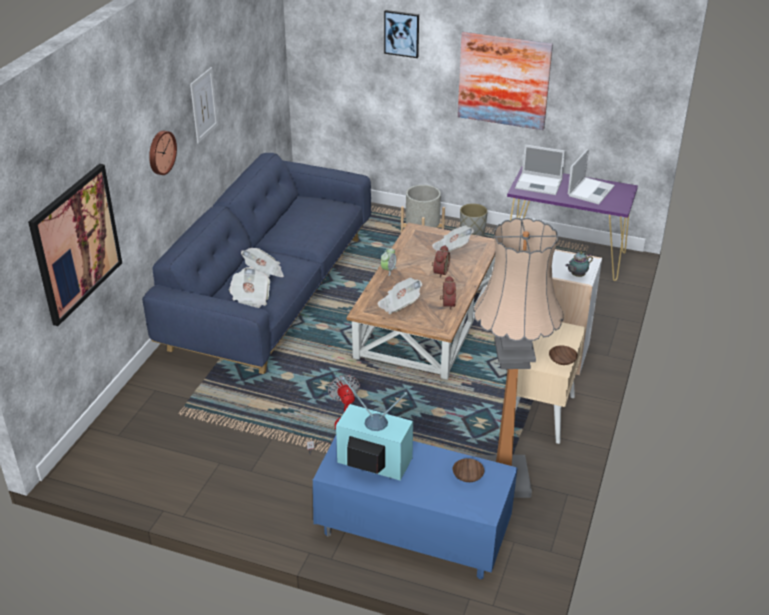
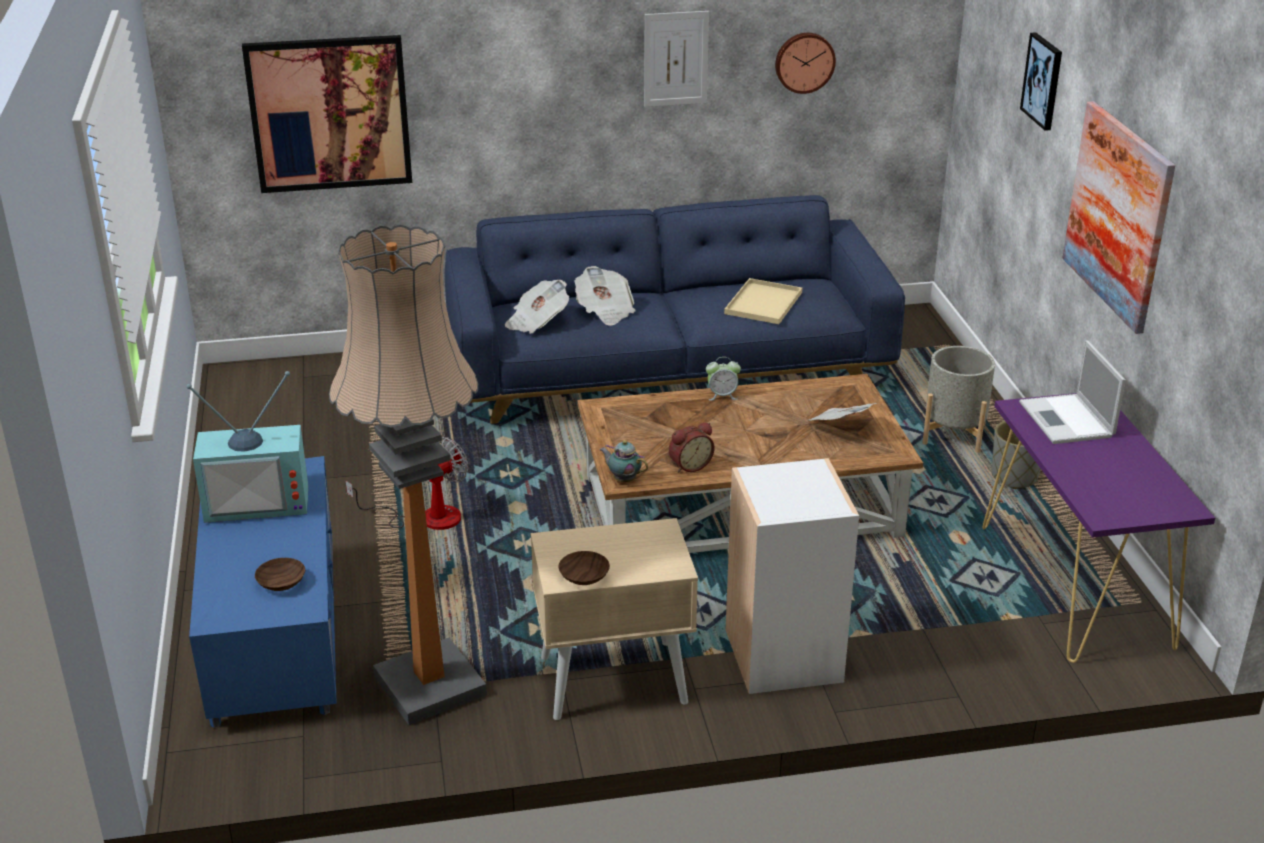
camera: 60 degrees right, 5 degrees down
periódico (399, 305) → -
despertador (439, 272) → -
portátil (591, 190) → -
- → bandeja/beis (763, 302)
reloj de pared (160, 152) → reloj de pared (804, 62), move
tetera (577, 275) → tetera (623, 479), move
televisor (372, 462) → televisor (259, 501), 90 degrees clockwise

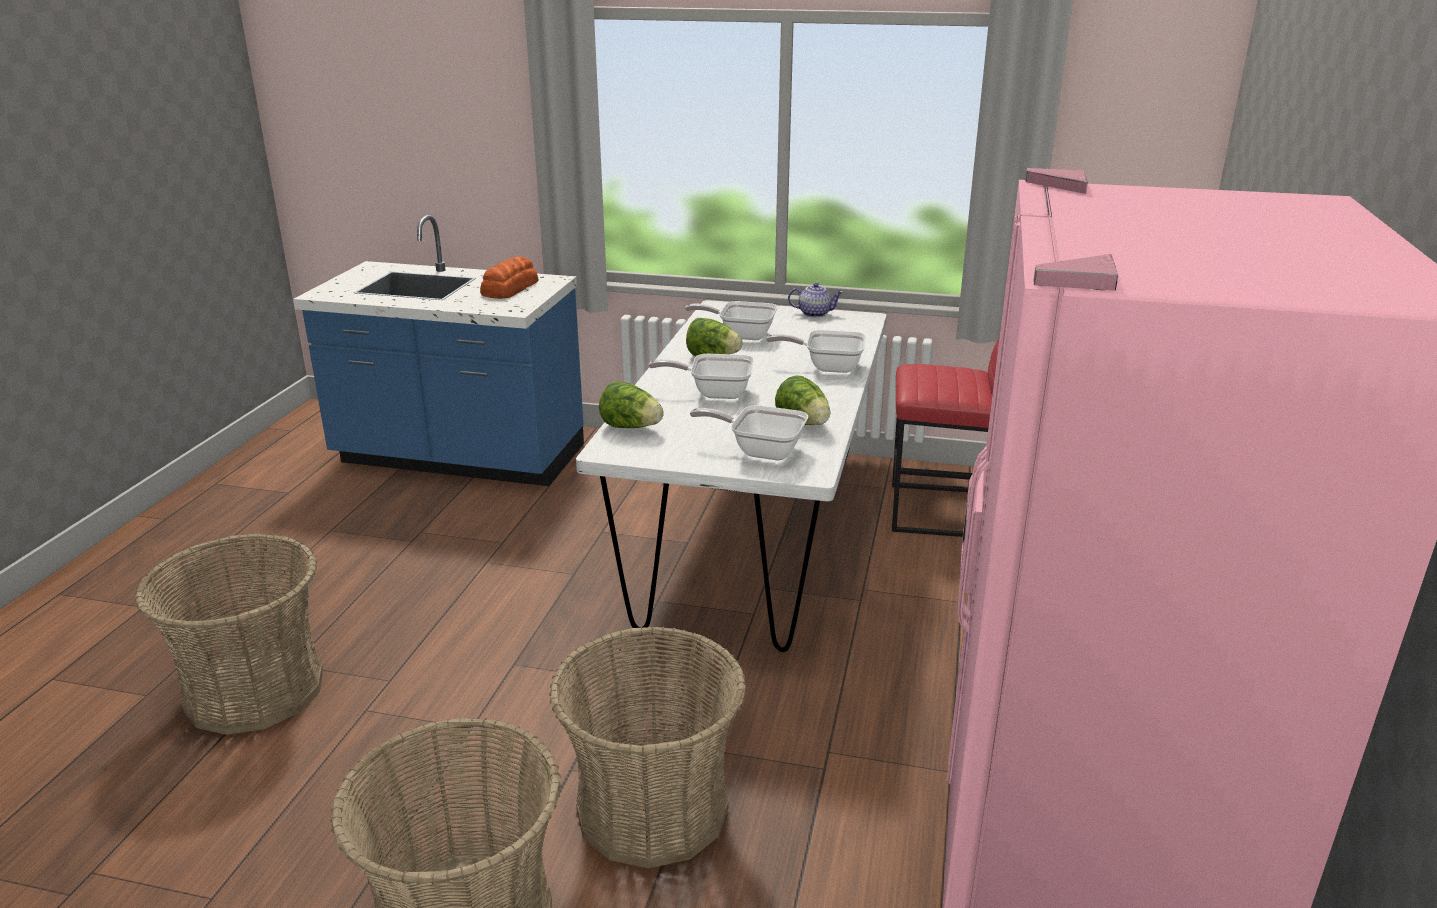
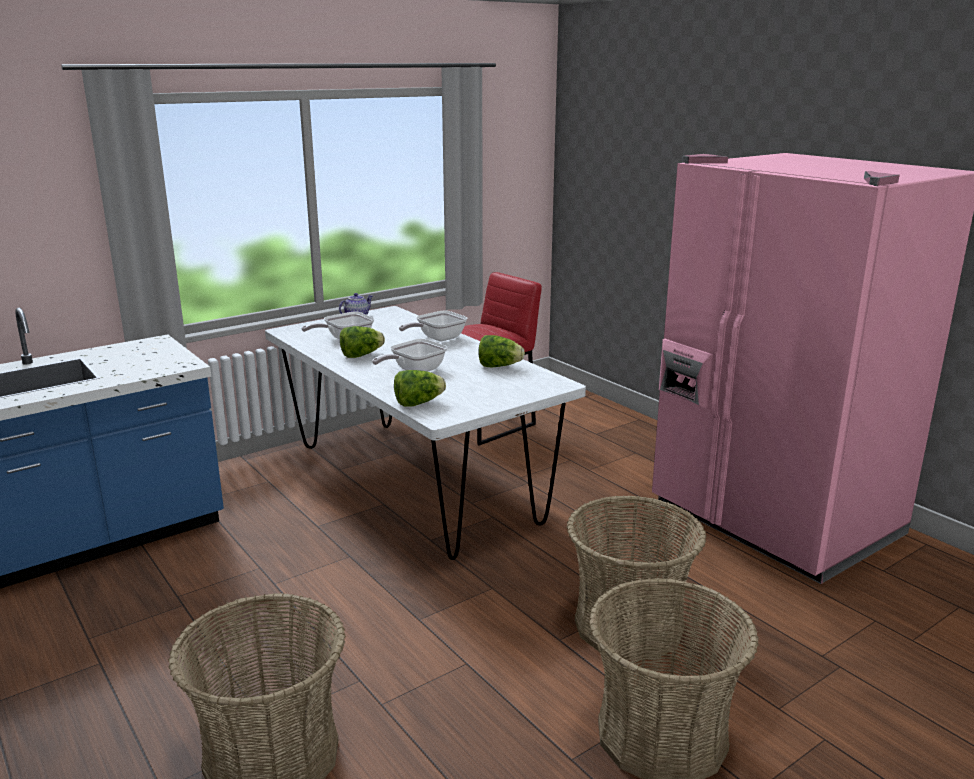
camera: 50 degrees left, 5 degrees down
pan (509, 288) → -
sartén (760, 450) → -

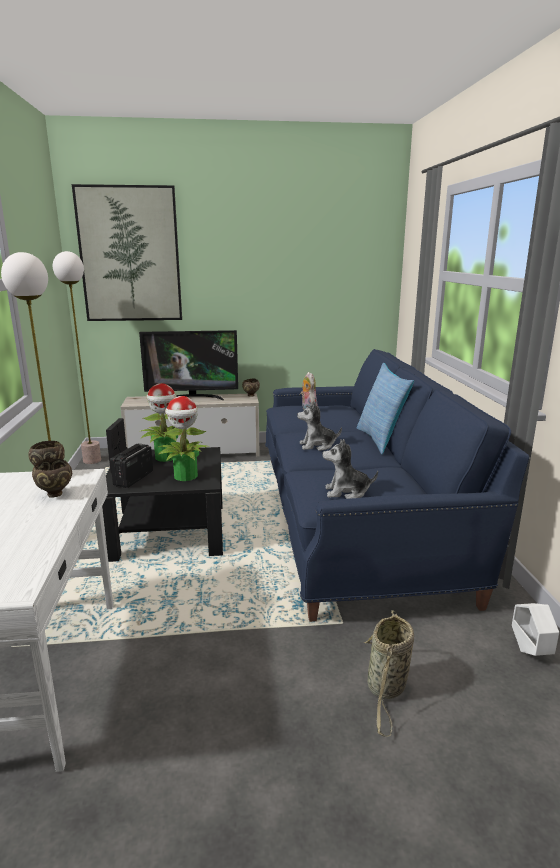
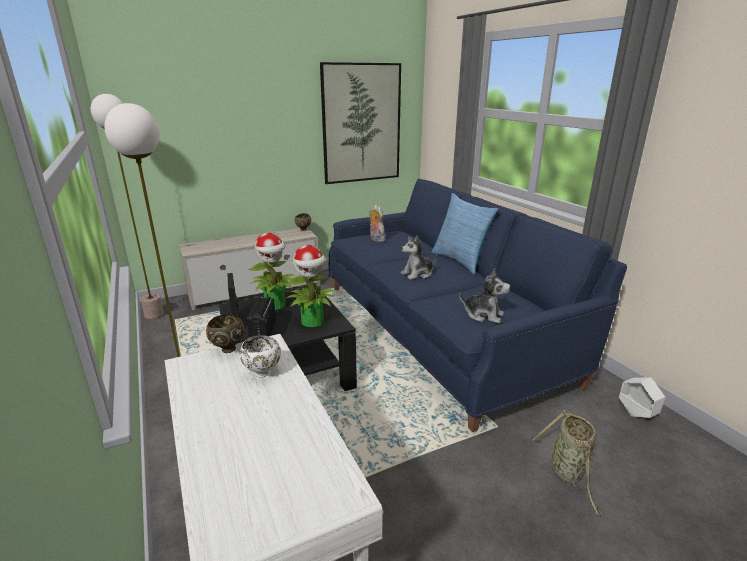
camera: 20 degrees left, 5 degrees up
televisor (192, 398) → -
cuadro (130, 255) → cuadro (361, 124), move
cuenco/marrón (55, 494) → cuenco/blanco (263, 373)
peluche (346, 492) → peluche (483, 315), 135 degrees counterclockwise

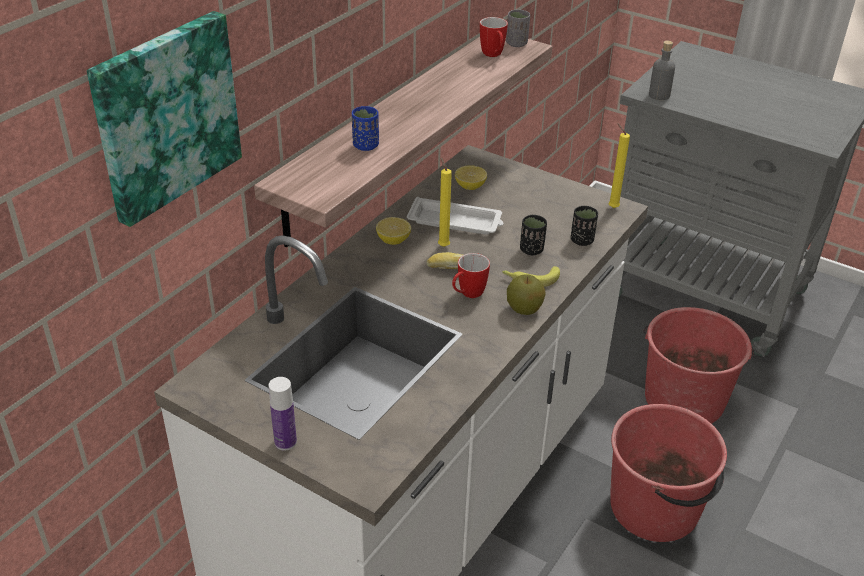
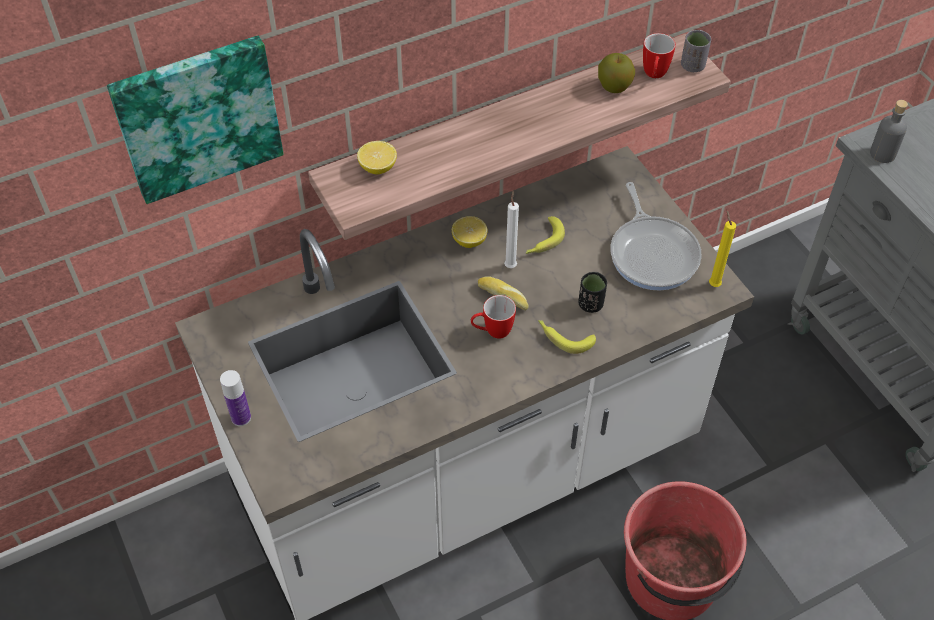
camera: 30 degrees right, 15 degrees up
taza/azul (365, 146) → -
taza/negro (582, 240) → -
cubo/rojo (684, 399) → -
- → sartén (653, 253)
limón (470, 187) → limón (378, 168), move
manzana (524, 309) → manzana (614, 87), move
bandeja/blanco (456, 222) → plátano (543, 241)
vela/amarillo (442, 245) → vela/blanco (510, 265)

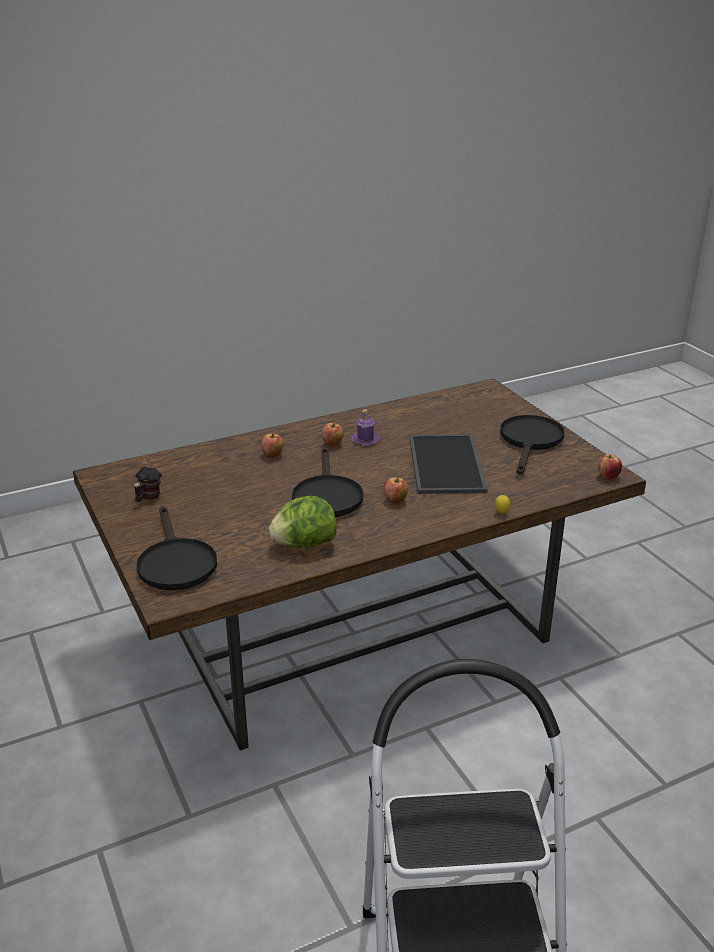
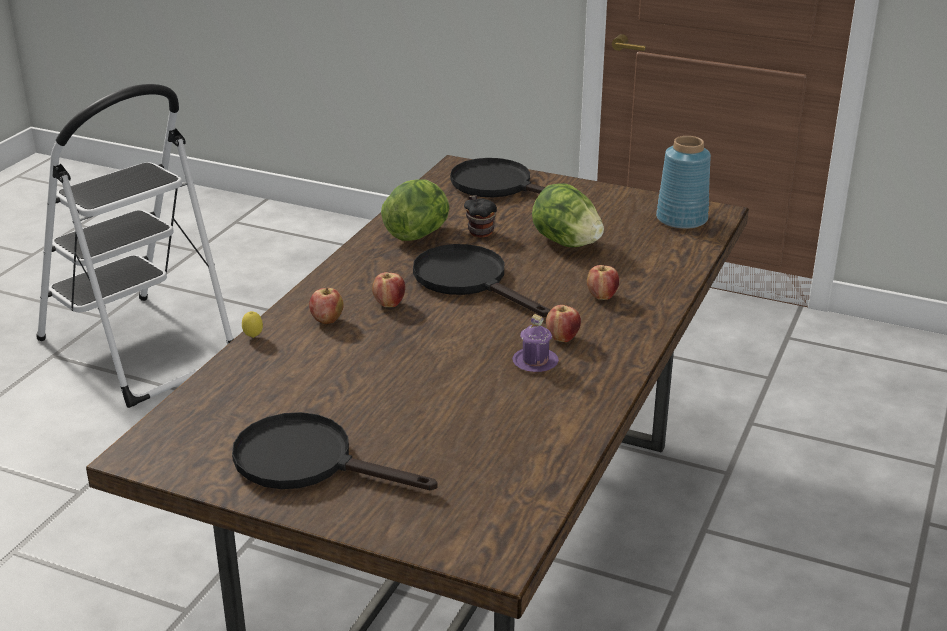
camera: 140 degrees right, 0 degrees up
bandeja (448, 464) → -
- → lechuga (566, 242)
- → florero/azul (682, 219)
taza grande (147, 498) → taza grande (479, 230), move
manzana (608, 477) → manzana (327, 320), move
sartén/negro (530, 441) → sartén/negro (309, 462), 135 degrees clockwise

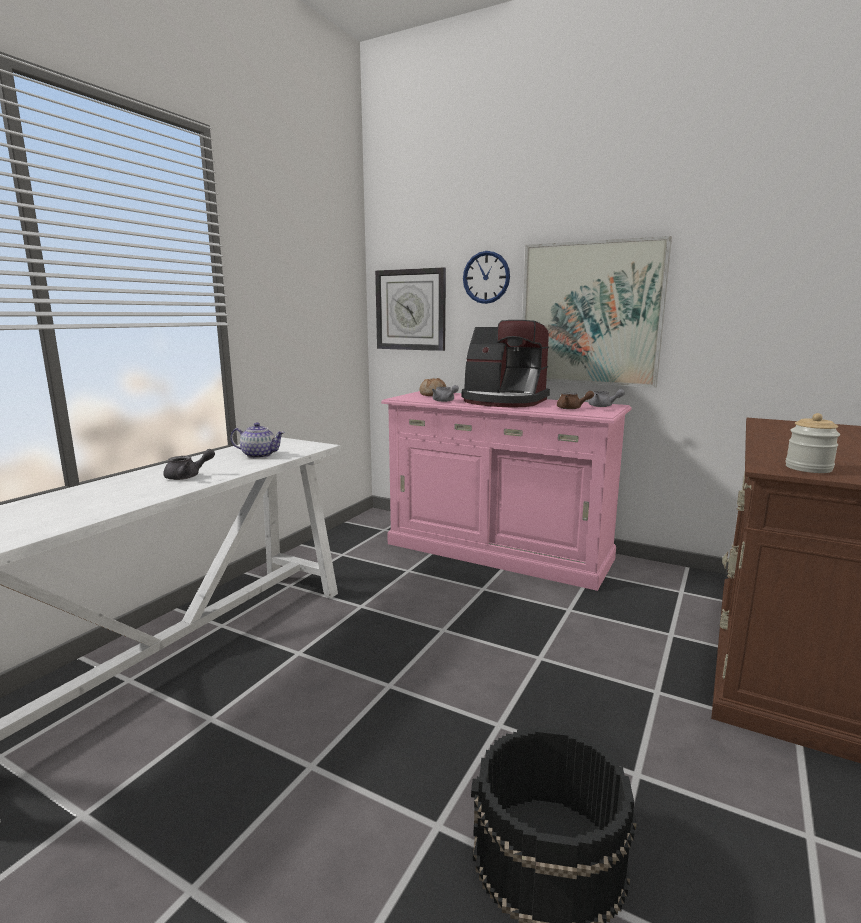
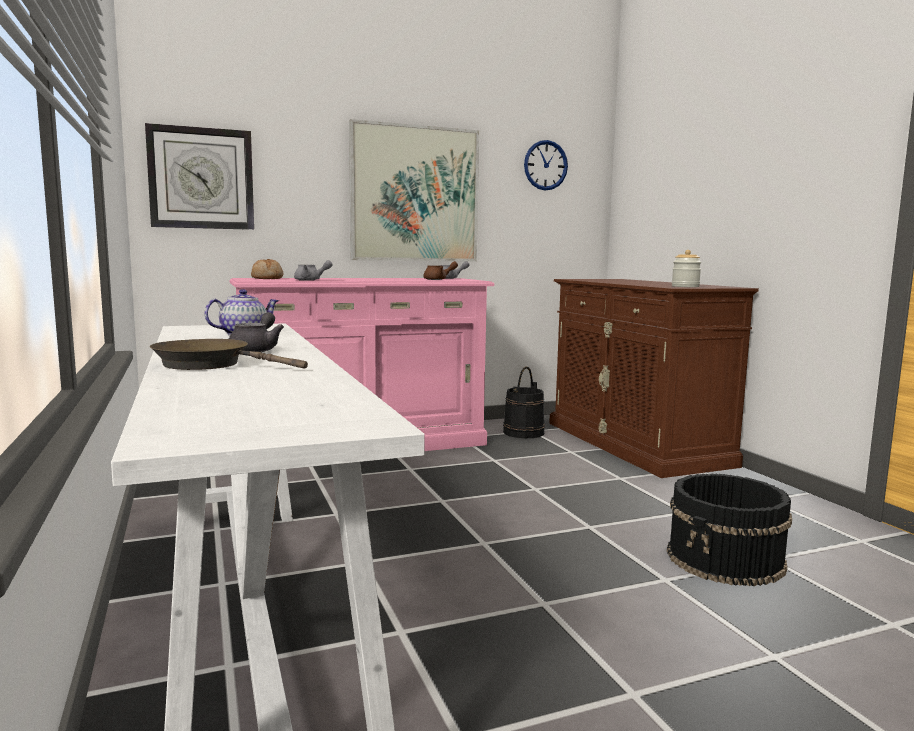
camera: 50 degrees left, 5 degrees down
cafetera (503, 401) → -
- → sartén/marrón (209, 364)
- → cubo/negro (523, 432)
reloj de pared (486, 277) → reloj de pared (545, 165), move

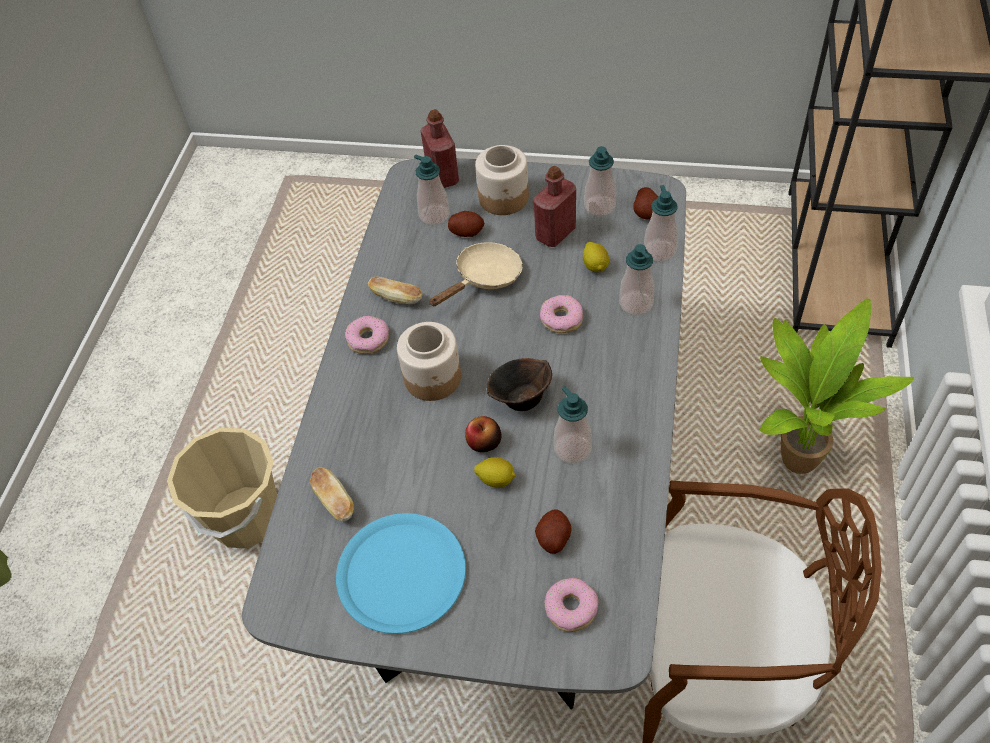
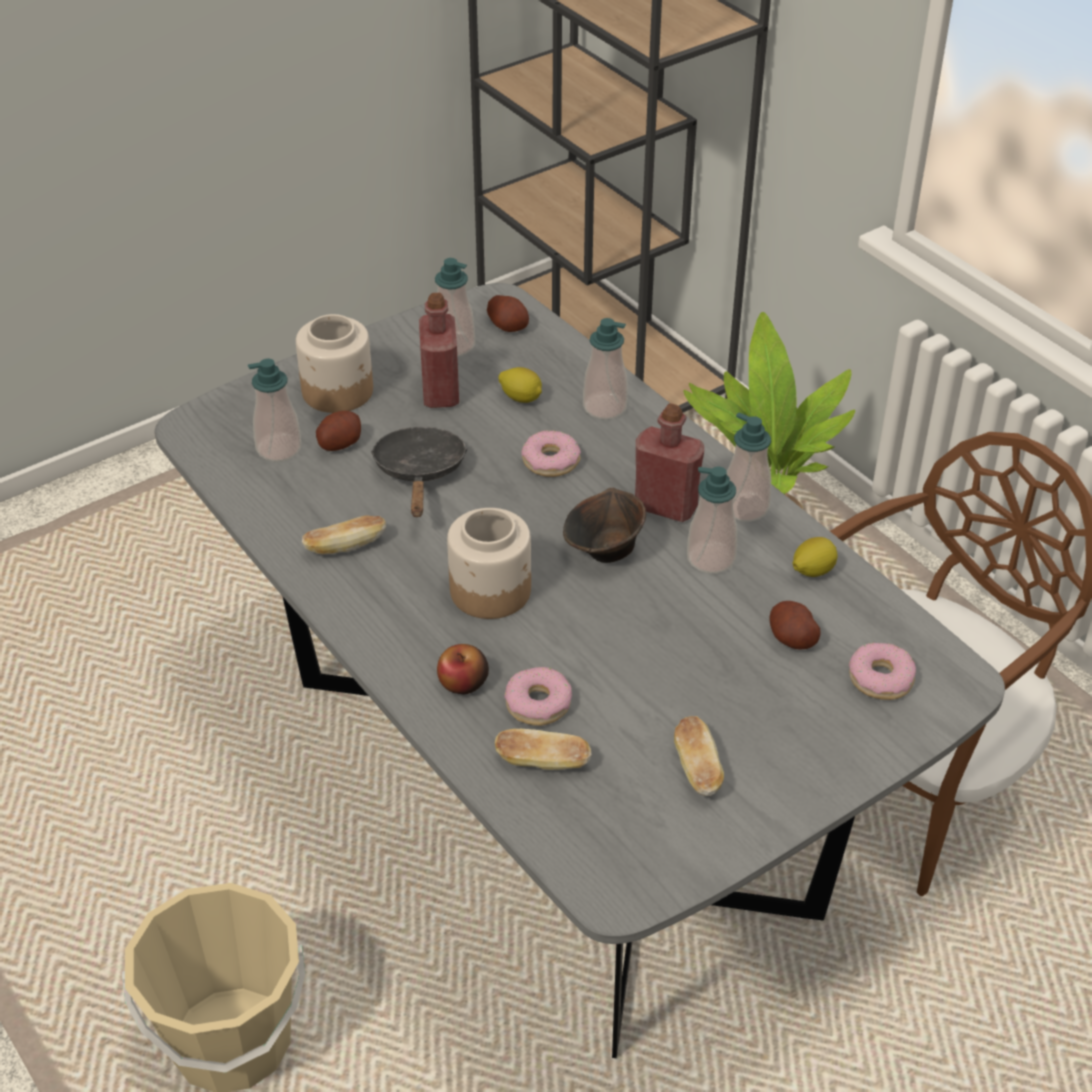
camera: 50 degrees left, 10 degrees down
rosquilla (368, 339) → rosquilla (538, 703), move
botella/rojo (443, 176) → botella/rojo (665, 507), move
manzana (484, 442) → manzana (463, 683), move
limón (496, 479) → limón (812, 571), move
dispensador de jabón (659, 251) → dispensador de jabón (745, 507), move
plato/azul (401, 573) → pan (697, 769)
sartén/beis (484, 278) → sartén/negro (420, 473)

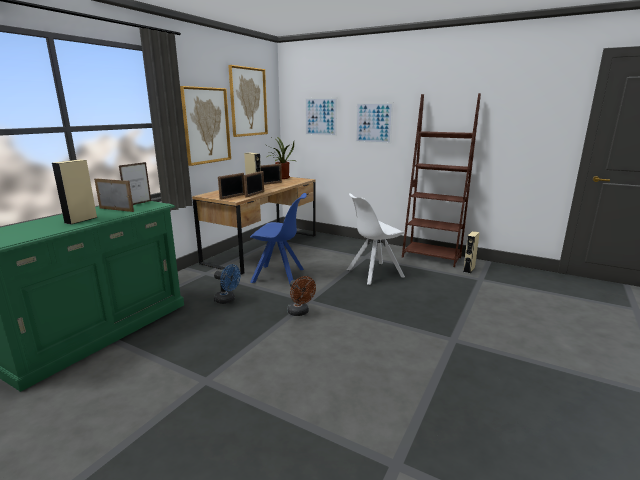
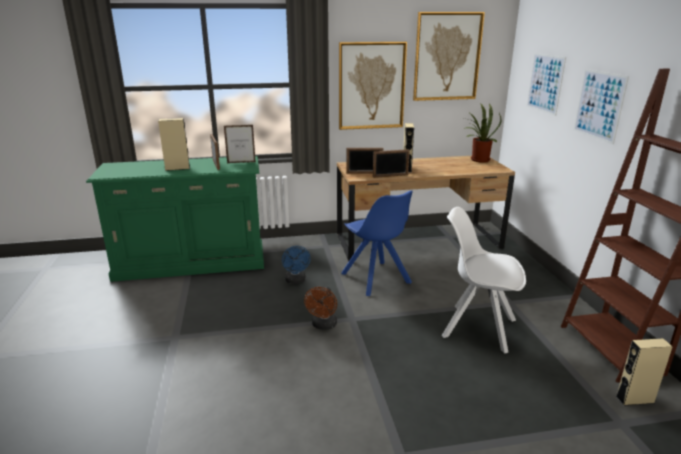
camera: 50 degrees right, 5 degrees up
portarretratos (270, 183) → -

